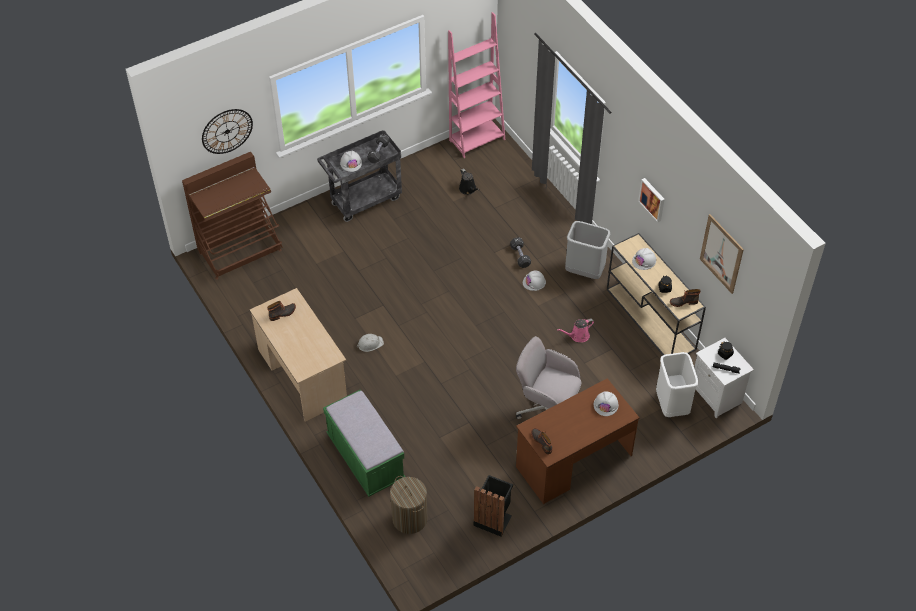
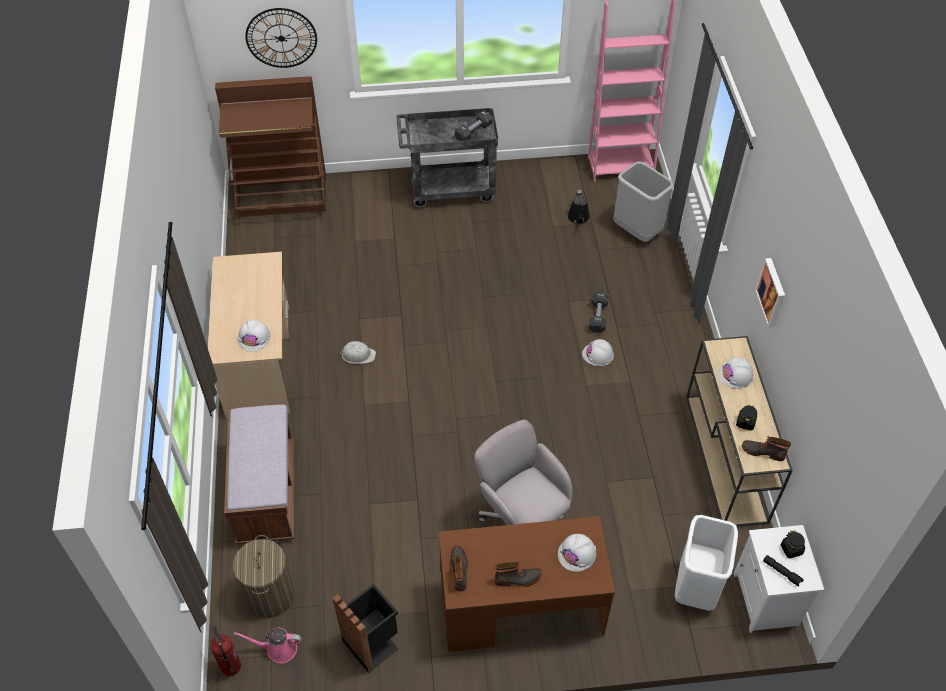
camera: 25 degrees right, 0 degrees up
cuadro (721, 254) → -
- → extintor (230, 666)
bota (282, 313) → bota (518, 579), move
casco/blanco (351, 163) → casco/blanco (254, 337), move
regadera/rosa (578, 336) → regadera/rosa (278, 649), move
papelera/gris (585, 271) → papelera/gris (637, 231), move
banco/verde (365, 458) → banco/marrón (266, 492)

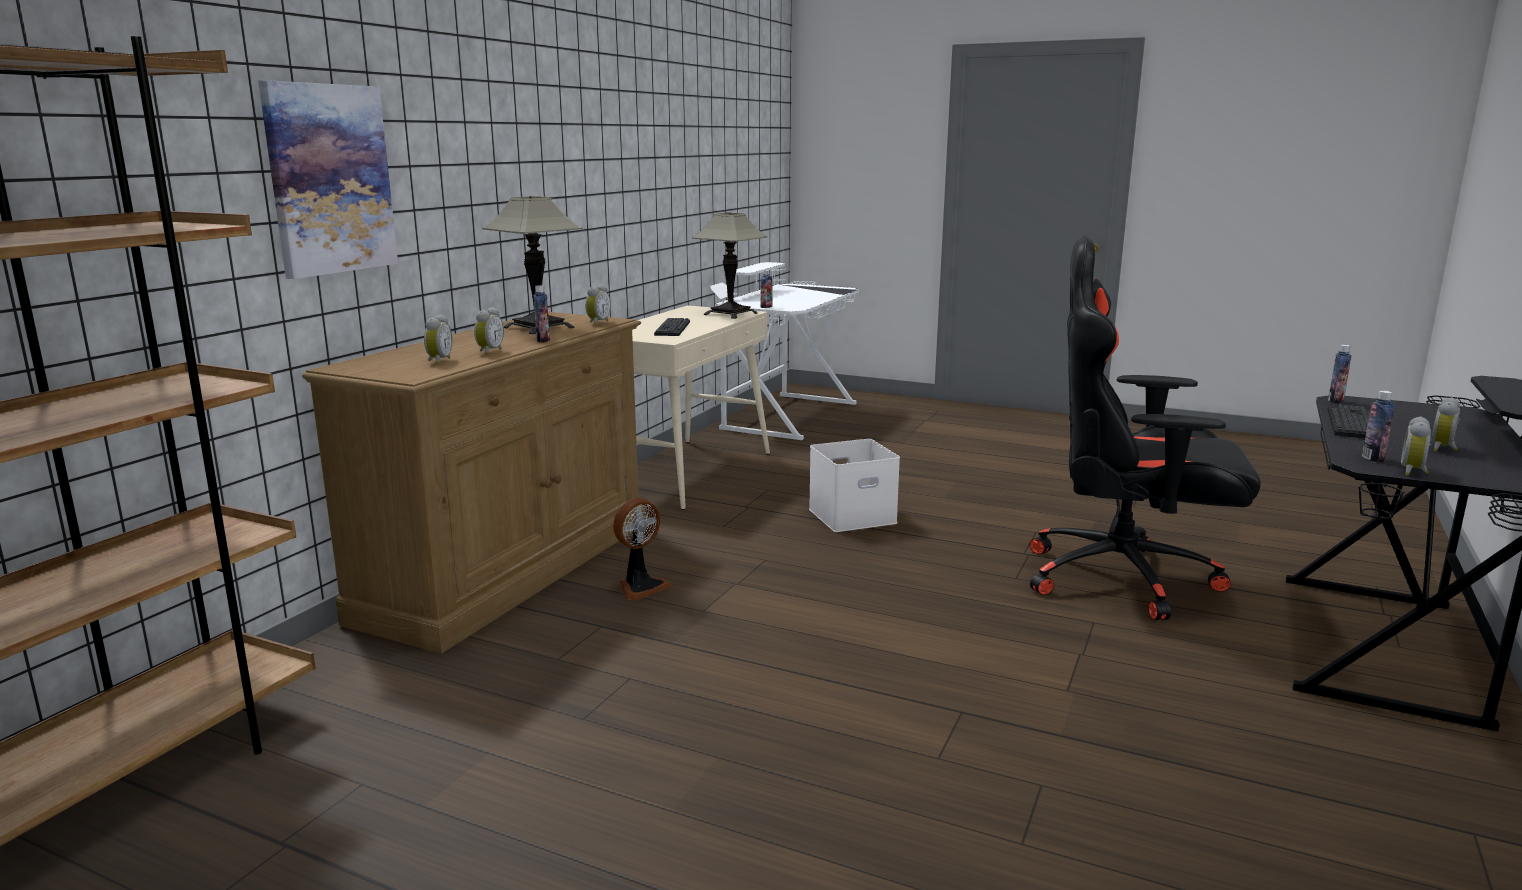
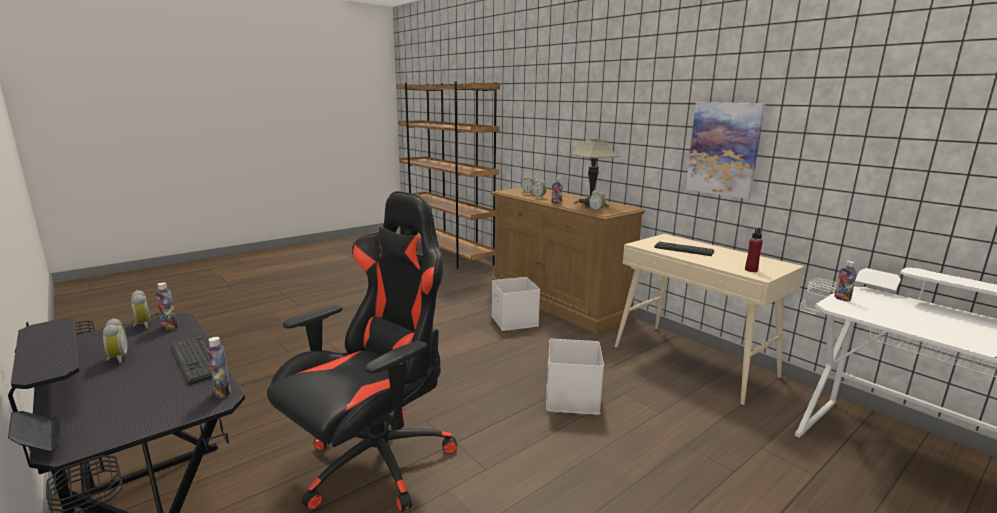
camera: 115 degrees right, 0 degrees up
cuadro (329, 179) → cuadro (724, 149), move
ventilador (640, 587) → caja de almacenaje/blanco (515, 321)
lámpara de mesa (731, 314) → botella/rojo (751, 270)

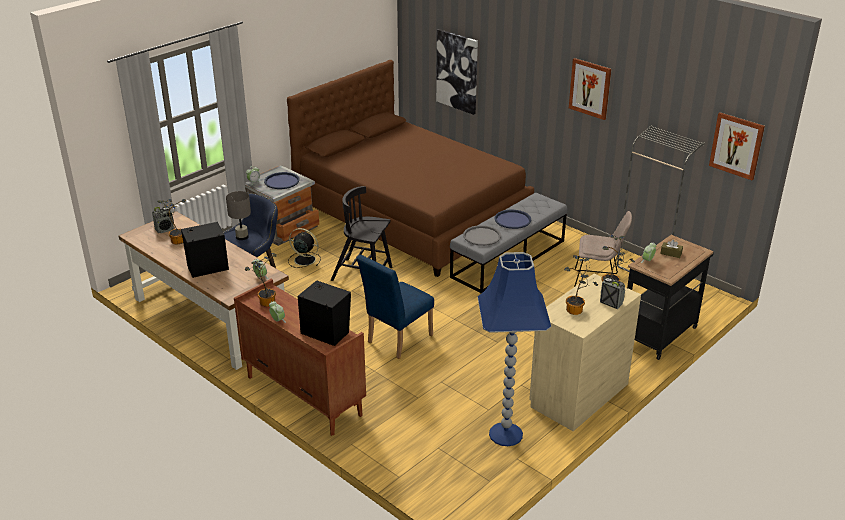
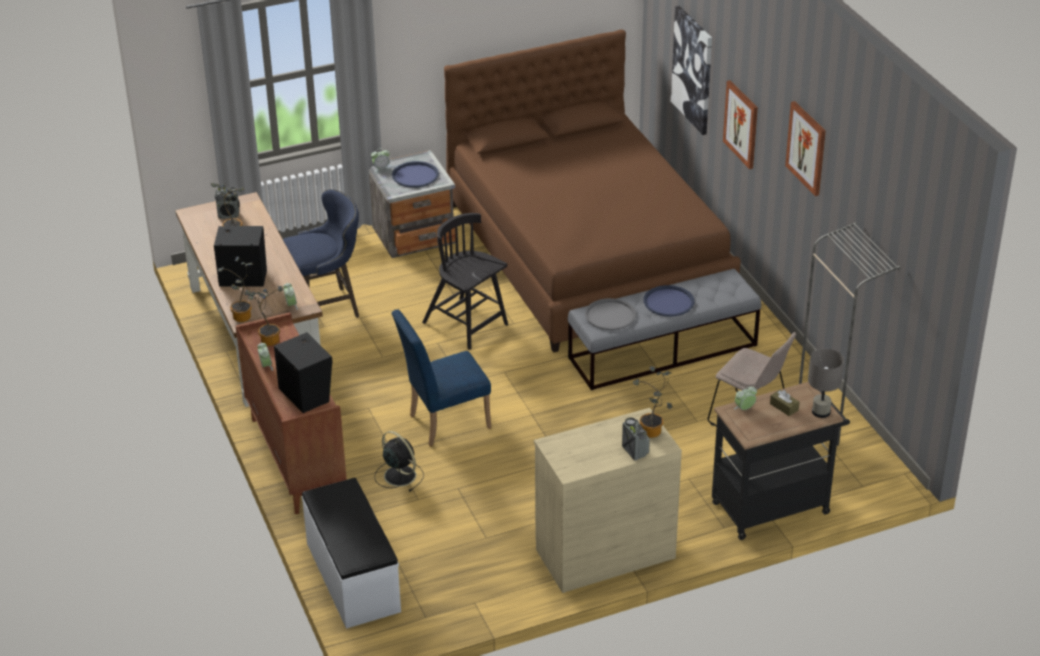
camera: 25 degrees right, 5 degrees up
lámpara de pie/azul (506, 434) → -
- → banco/blanco (352, 577)
lámpara de mesa/gris (241, 237) → lámpara de mesa/gris (820, 411), move
ventilador/negro (304, 260) → ventilador/negro (399, 475), move
planta en maceta (576, 311) → planta en maceta (242, 318), move
cuadro (736, 145) → cuadro (741, 124), move

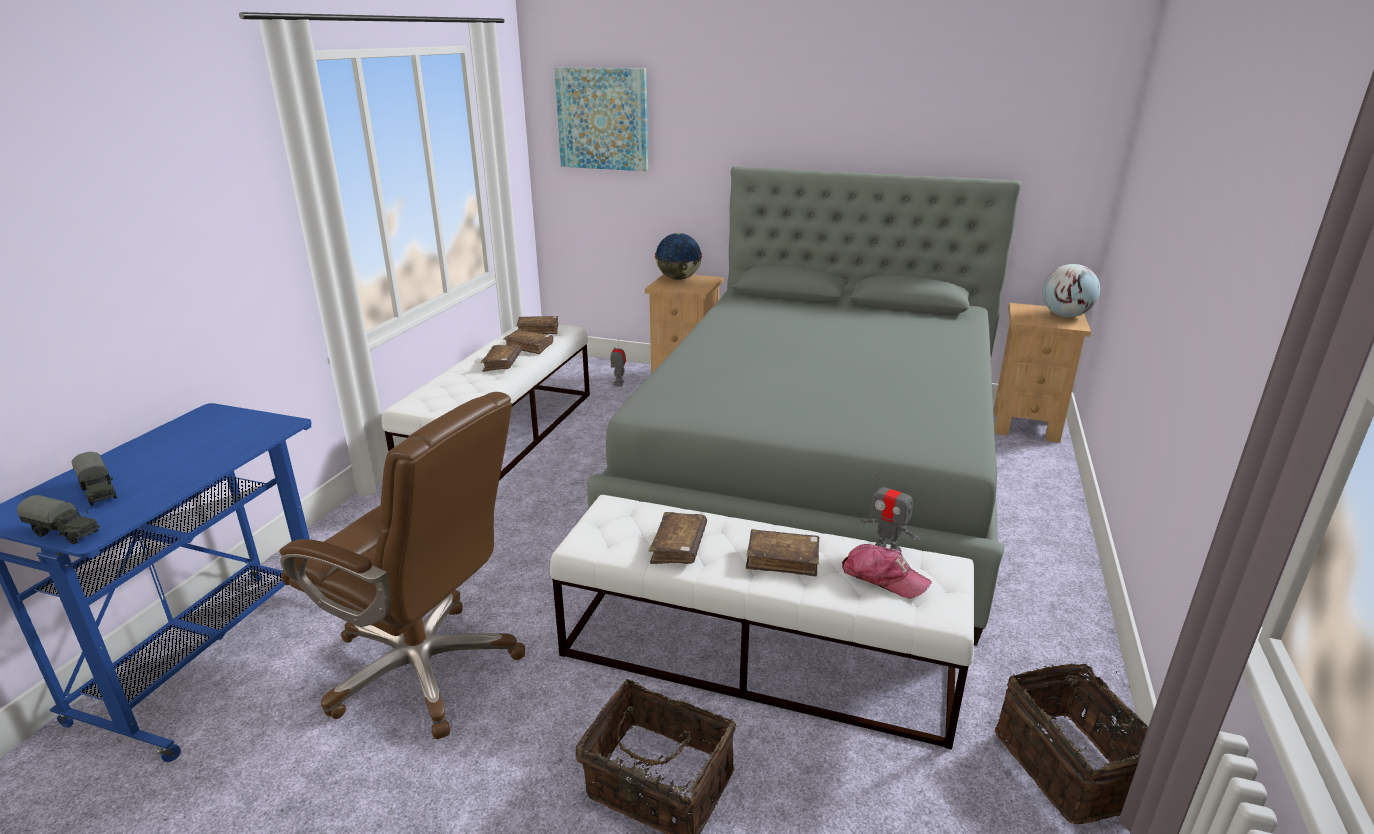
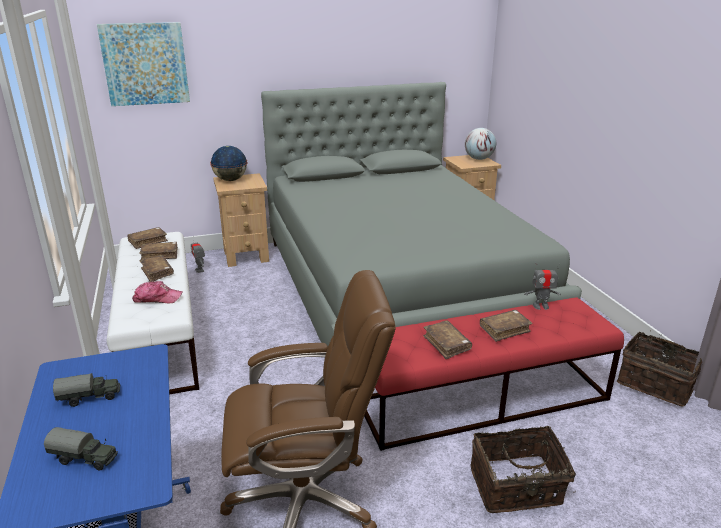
camera: 35 degrees left, 0 degrees up
camión de juguete (65, 532) → camión de juguete (90, 397), move
gorra (883, 577) → gorra (157, 298), move
banco/blanco (757, 658) → banco/rojo (483, 400)

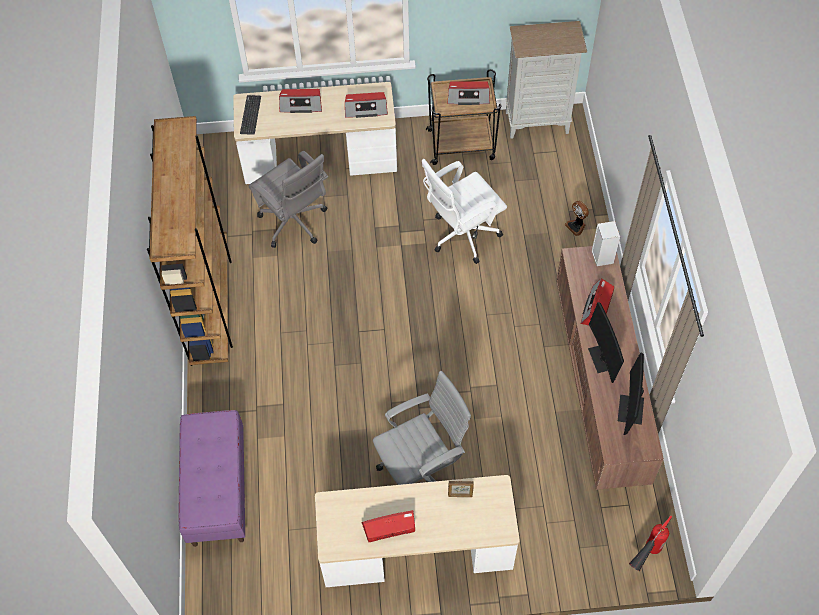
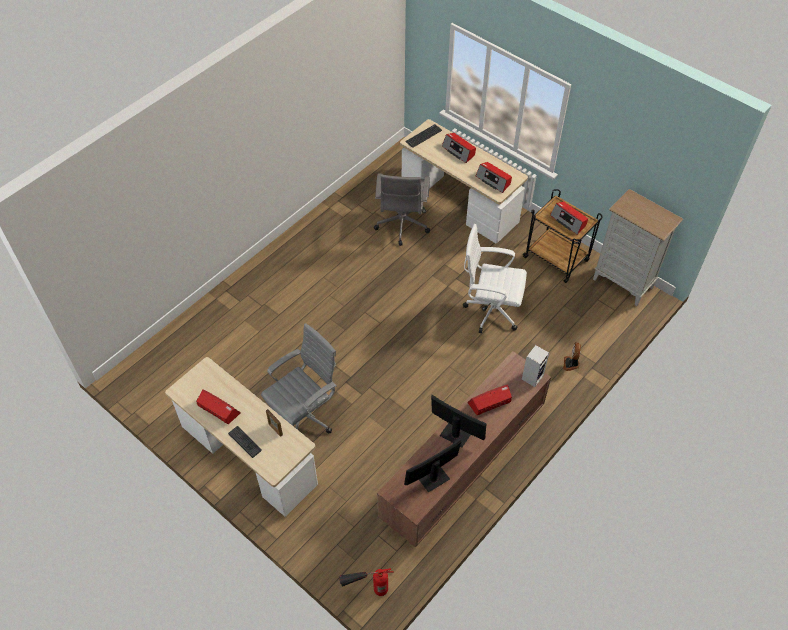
camera: 45 degrees right, 5 degrees down
estantería/marrón (211, 305) → -
banco/morado (217, 489) → -
- → teclado (245, 442)
silla de oficina/gris (422, 470) → silla de oficina/gris (305, 416), 60 degrees counterclockwise
monitor (603, 358) → monitor (455, 434), 90 degrees clockwise

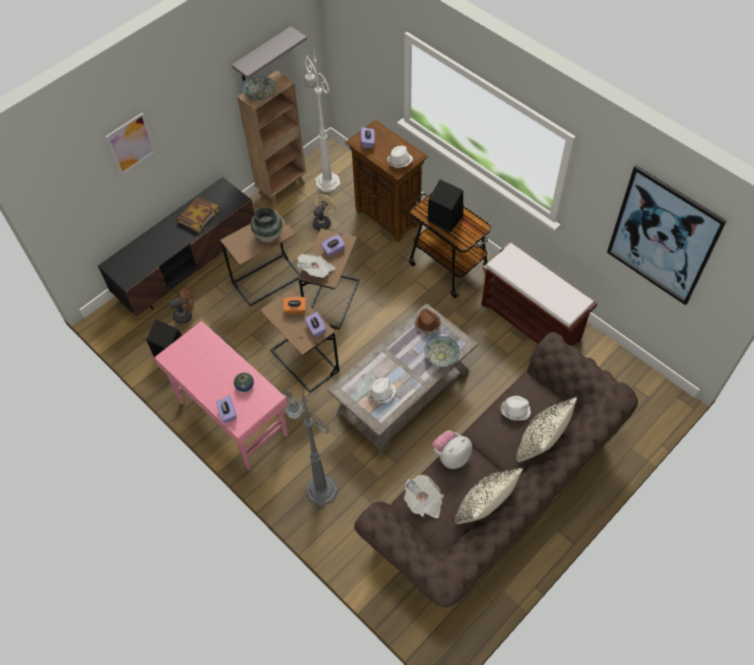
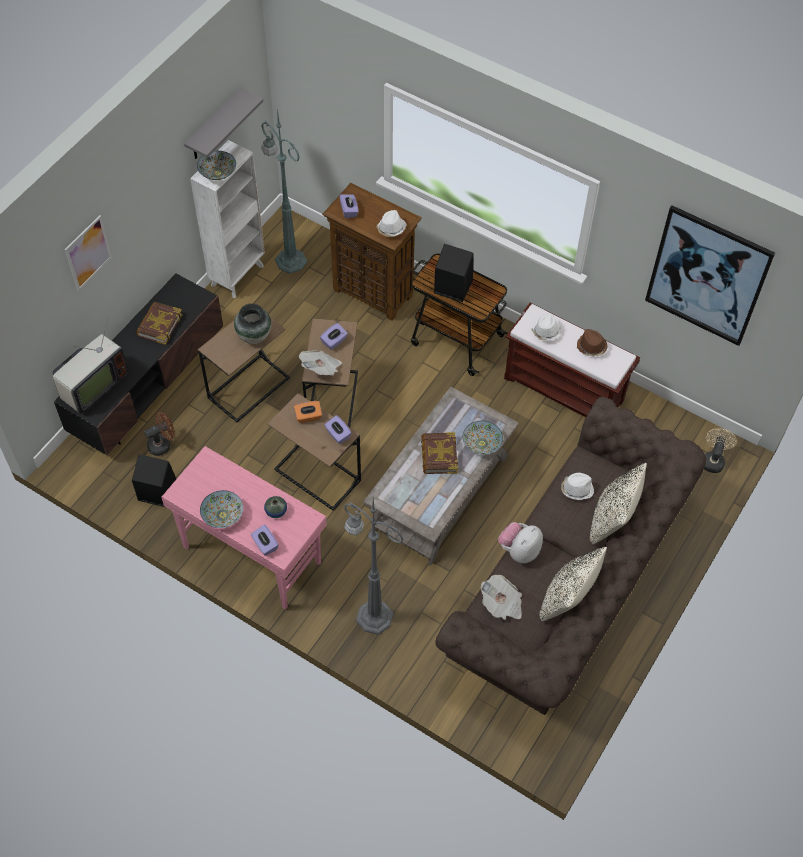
camera: 15 degrees left, 0 degrees up
- → televisor (92, 386)
- → cuenco (222, 515)
- → libro (439, 455)
ventilador/beis (323, 222) → ventilador/beis (713, 460), move
sombrero/blanco (381, 393) → sombrero/blanco (546, 332), move
sombrero/marrón (427, 324) → sombrero/marrón (591, 347), move
estantería/marrón (282, 187) → estantería/blanco (238, 275)
lámpara de pie/blanco (327, 181) → lámpara de pie/verde (290, 260)

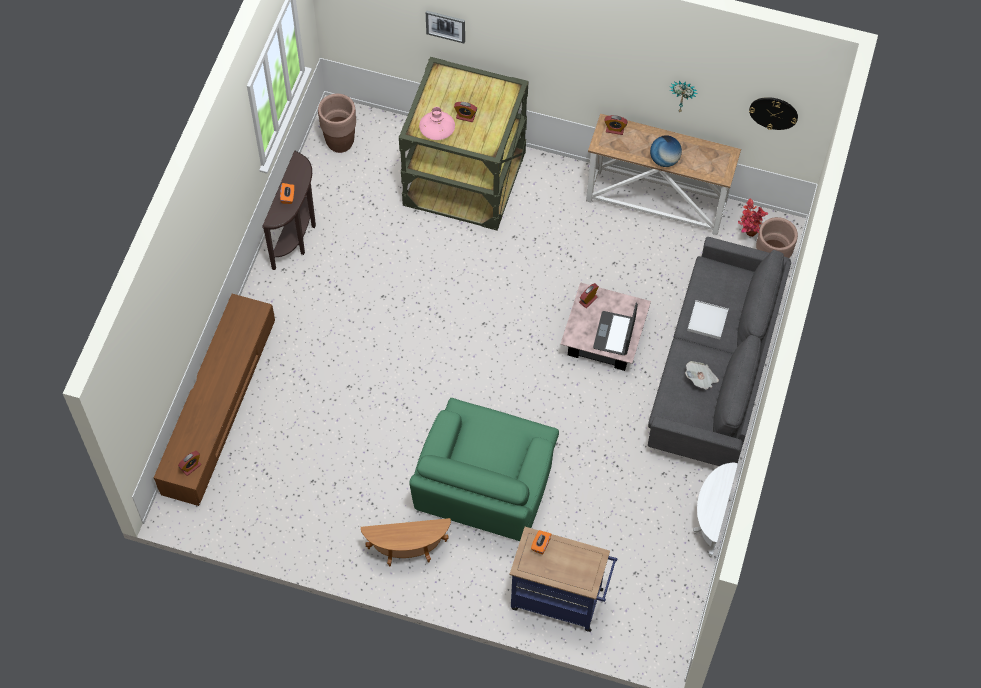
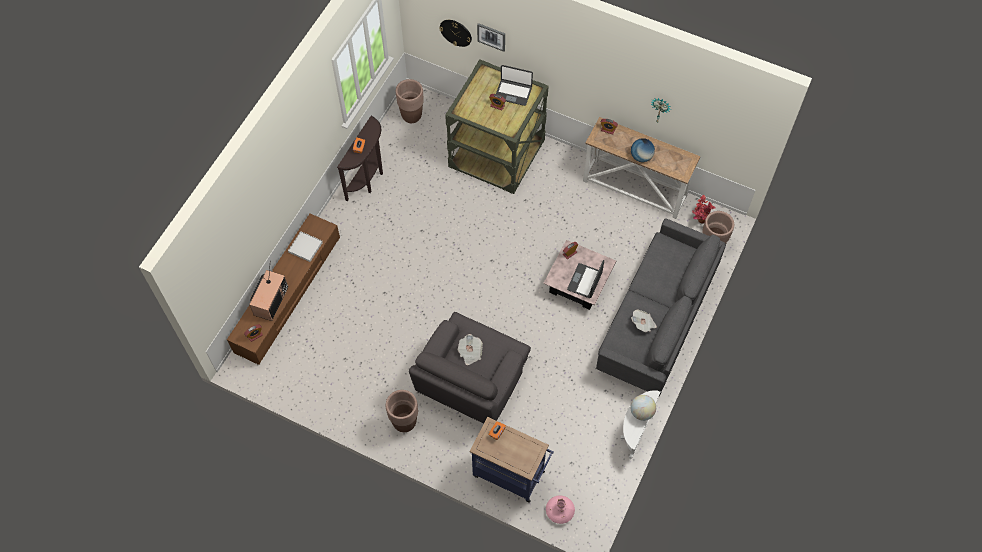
camera: 10 degrees right, 0 degrees up
- → televisor (270, 300)
- → periódico (470, 353)
- → portátil (513, 92)
- → globo terráqueo (641, 412)
florero/rosa (437, 129) → florero/rosa (560, 511), move
bandeja/blanco (707, 321) → bandeja/blanco (305, 247), move
reloj de pared (773, 112) → reloj de pared (456, 32), move
mesa auxiliar/marrón (408, 553) → maceta/marrón (404, 422)
sillón/verde (485, 482) → sillón/gris (471, 378)

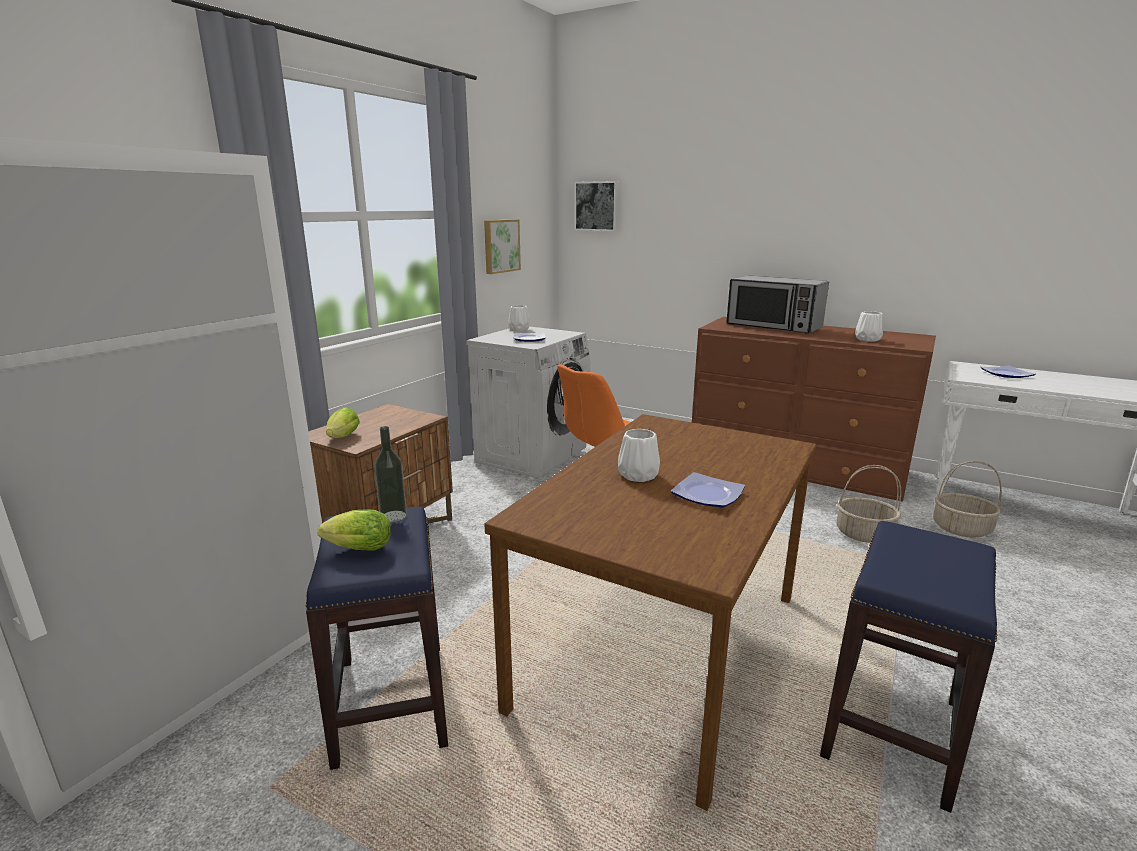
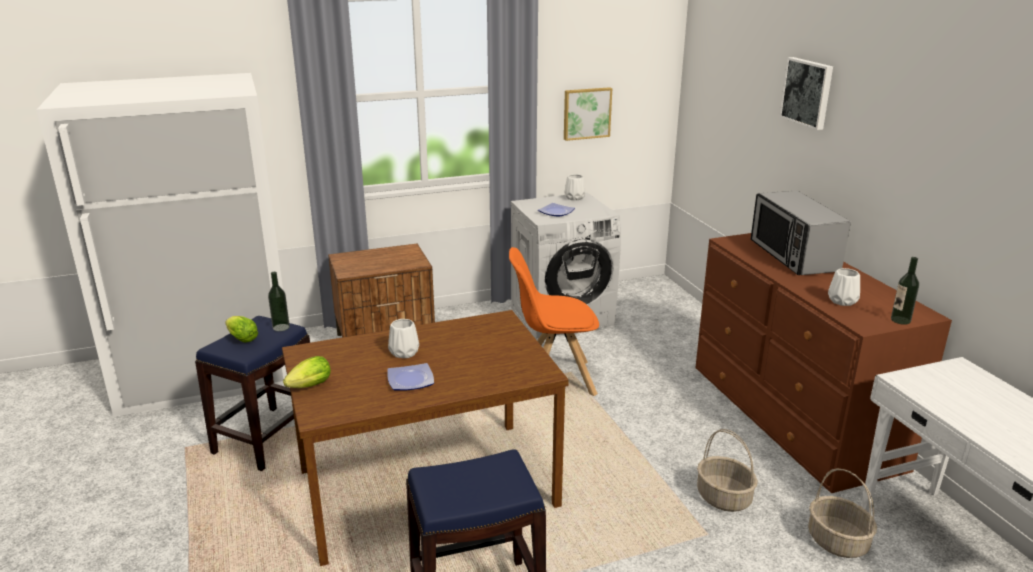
camera: 40 degrees right, 5 degrees up
plato (1007, 374) → -
- → botella (900, 320)
lechuga (342, 438) → lechuga (308, 387), move
cuadro (597, 206) → cuadro (808, 92), move

